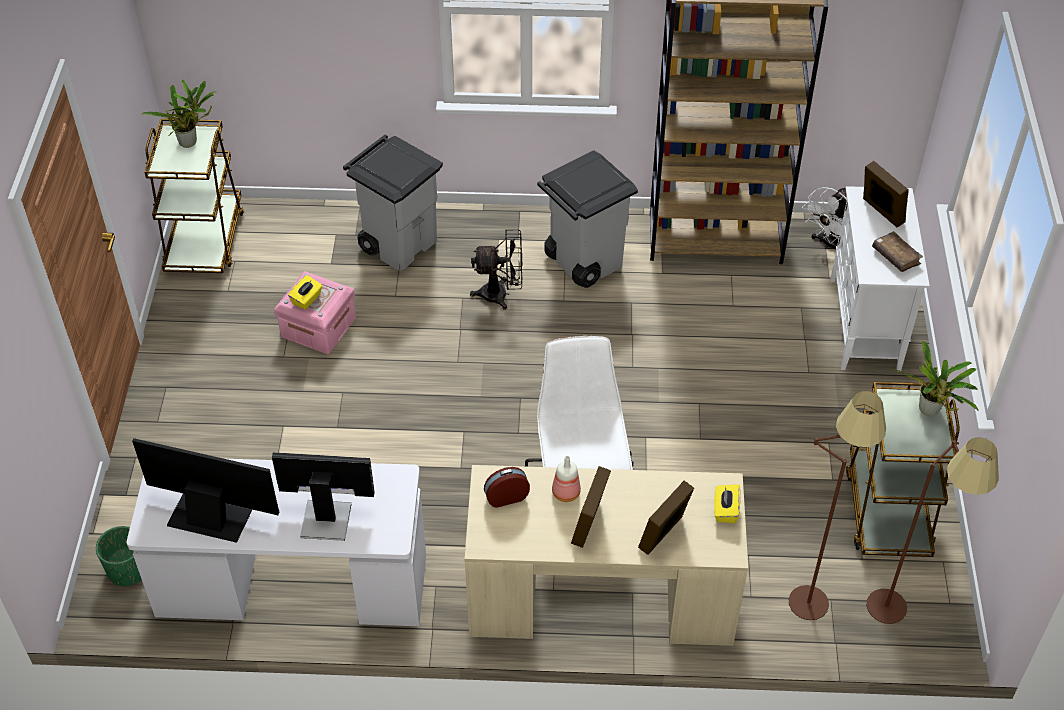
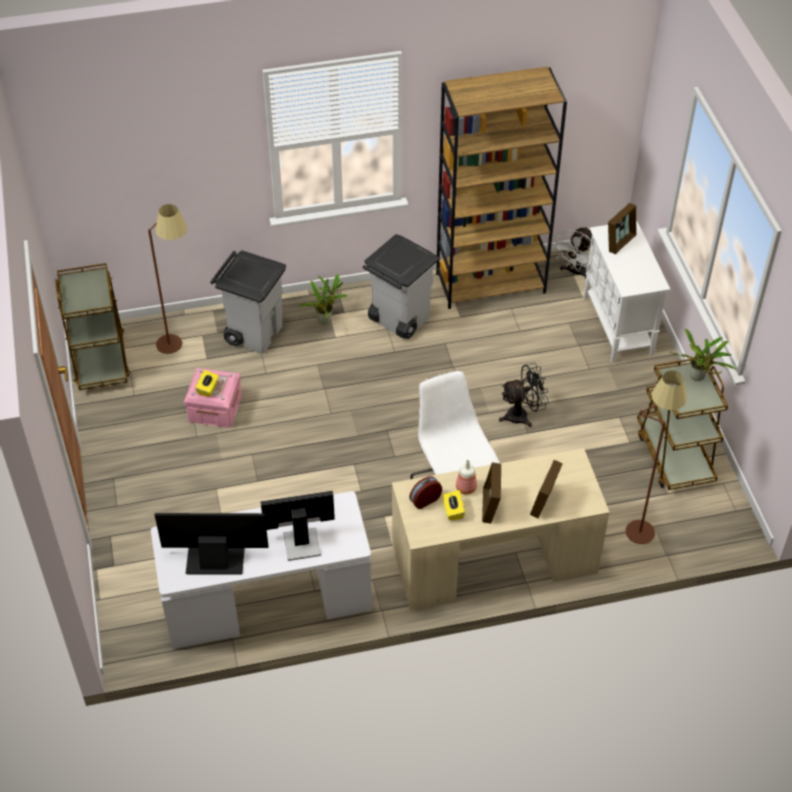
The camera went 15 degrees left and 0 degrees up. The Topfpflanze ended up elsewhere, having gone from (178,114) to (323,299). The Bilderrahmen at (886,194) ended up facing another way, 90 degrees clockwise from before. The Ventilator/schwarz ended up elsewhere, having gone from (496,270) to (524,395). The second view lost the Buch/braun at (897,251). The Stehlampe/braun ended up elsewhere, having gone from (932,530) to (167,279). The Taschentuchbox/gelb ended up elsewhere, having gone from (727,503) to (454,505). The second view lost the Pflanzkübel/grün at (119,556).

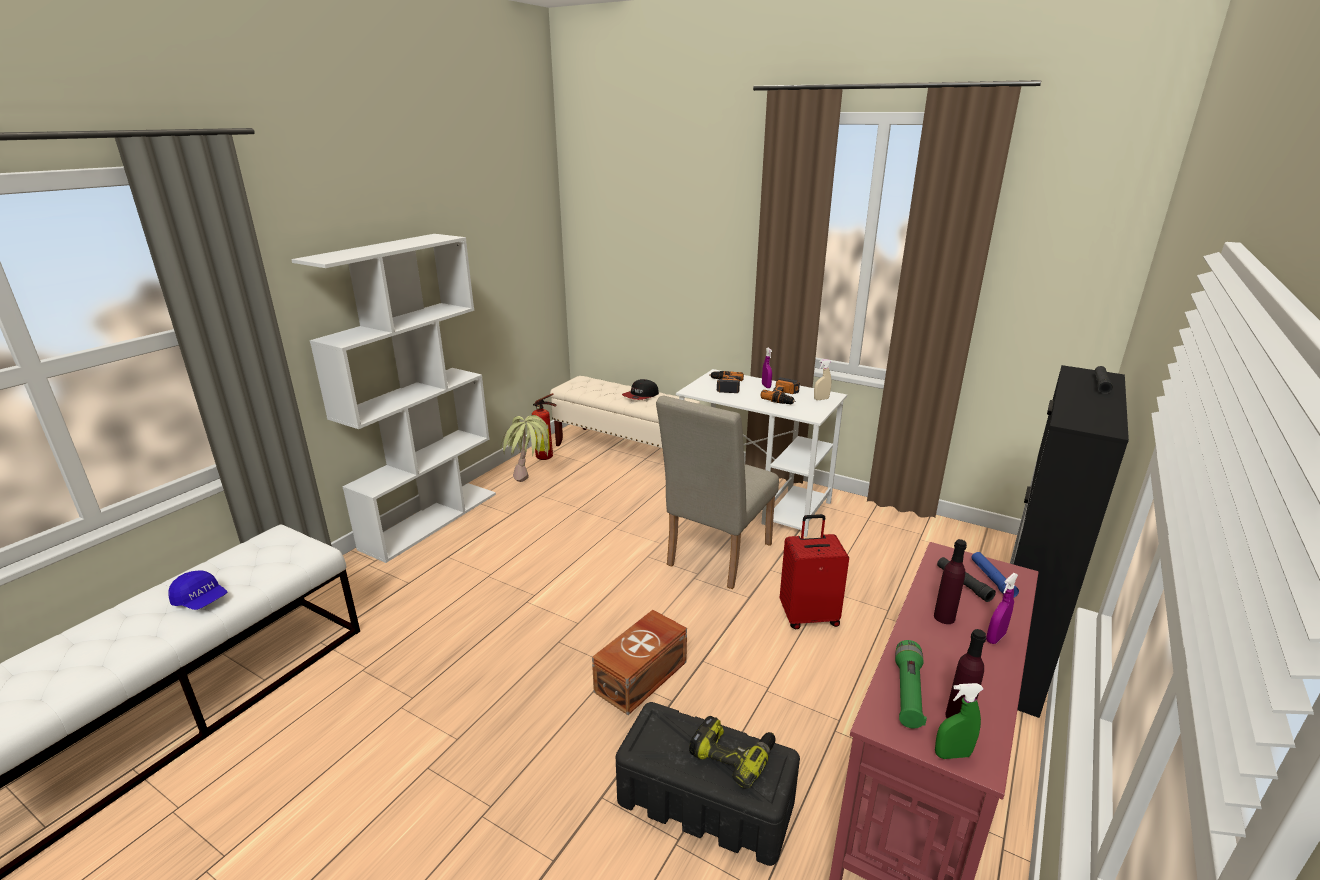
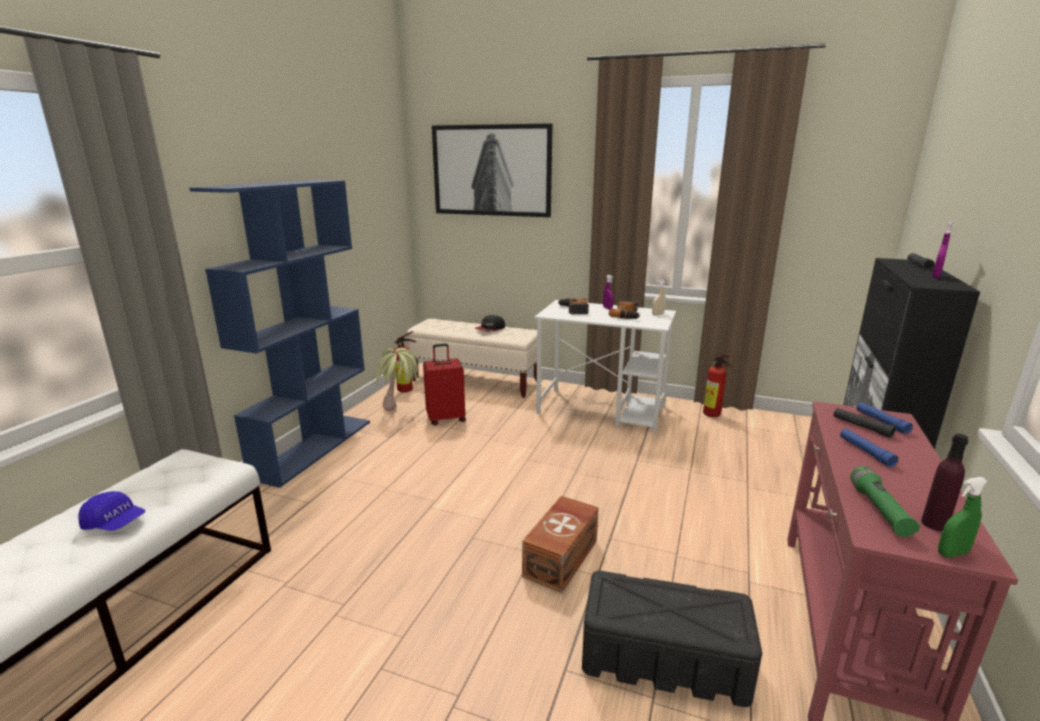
The camera went 10 degrees left and 5 degrees down. What was the Bücherregal/weiß at (393,398) turned into the Bücherregal/blau at (279,334). The second view lost the Stuhl/beige at (717,492). The Koffer/rot ended up elsewhere, having gone from (814,571) to (444,385). Where the Flasche/lila stood at (950,581), the Taschenlampe/blau came to stand at (869,448). The Sprühflasche/lila ended up elsewhere, having gone from (1002,608) to (942,249). The second view lost the Bohrmaschine at (732,752). The second view gained the Bild at (492,170). The second view gained the Feuerlöscher at (717,385).

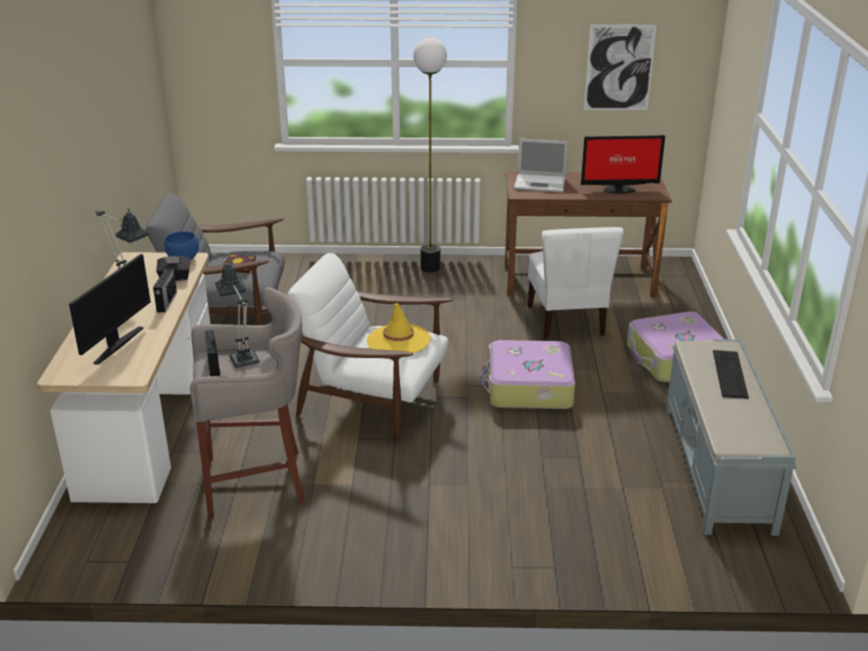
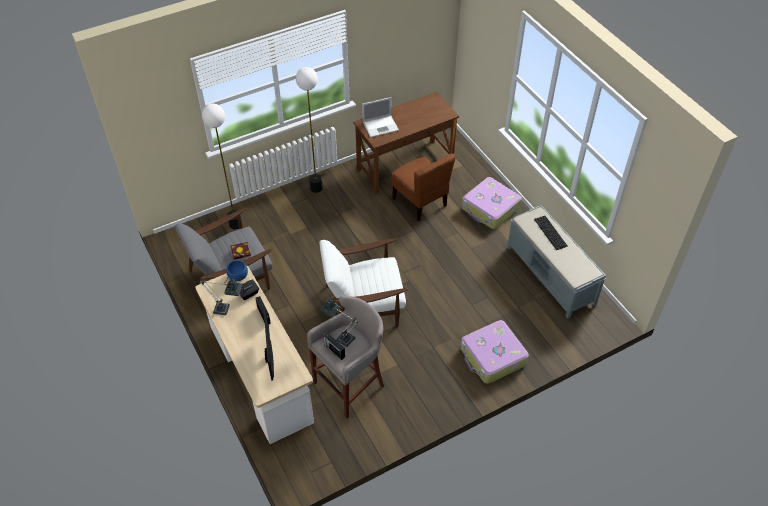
The camera went 30 degrees left and 20 degrees up. The second view lost the Bild at (620,67). The second view lost the Monitor at (623,164). What was the Stuhl/weiß at (576,283) turned into the Stuhl/braun at (423,187). The second view lost the Hut/gelb at (399,328). The Koffer ended up elsewhere, having gone from (527,374) to (495,352). The second view gained the Stehlampe at (222,166).

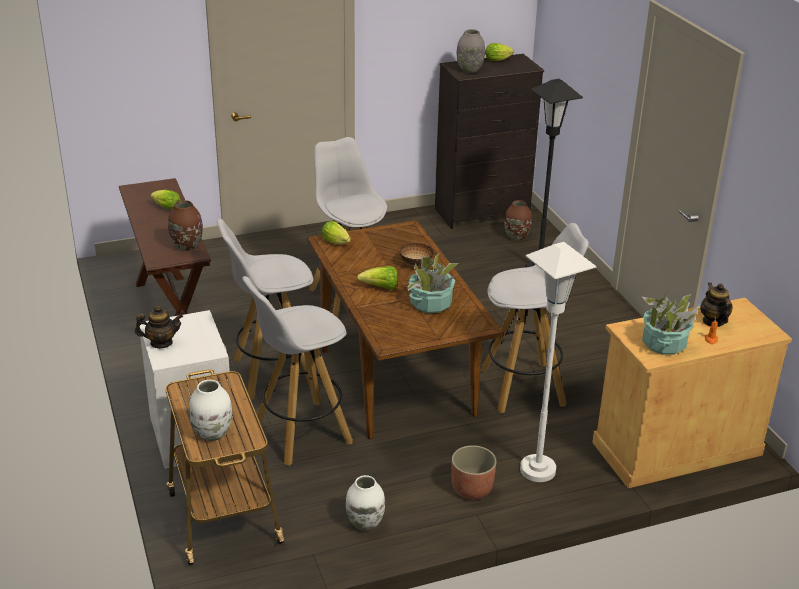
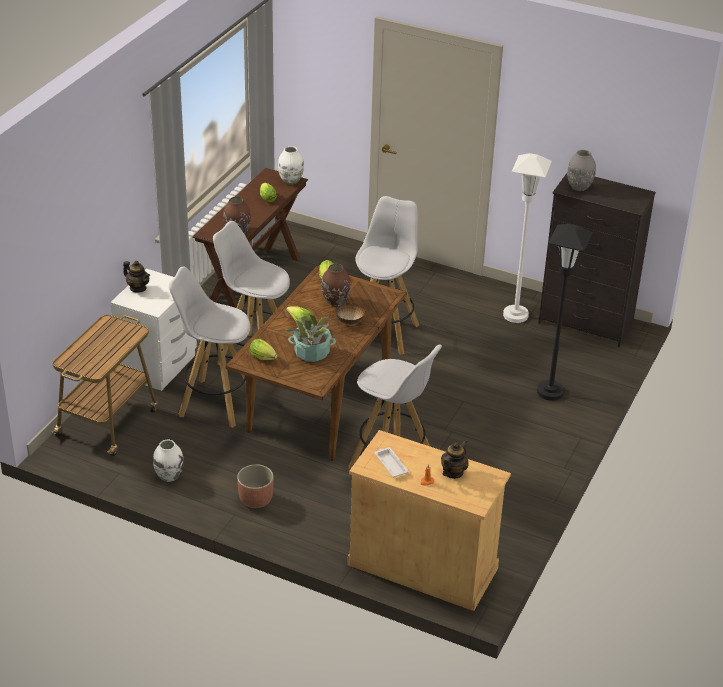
The camera went 45 degrees right and 5 degrees up. The Salatkopf ended up elsewhere, having gone from (499,52) to (263,349). The Vase/braun ended up elsewhere, having gone from (518,220) to (335,285). The Stehlampe/weiß ended up elsewhere, having gone from (558,362) to (527,238). Where the Topfpflanze stood at (670,323), the Tablett/weiß came to stand at (391,462). The Vase/weiß ended up elsewhere, having gone from (210,410) to (291,165).

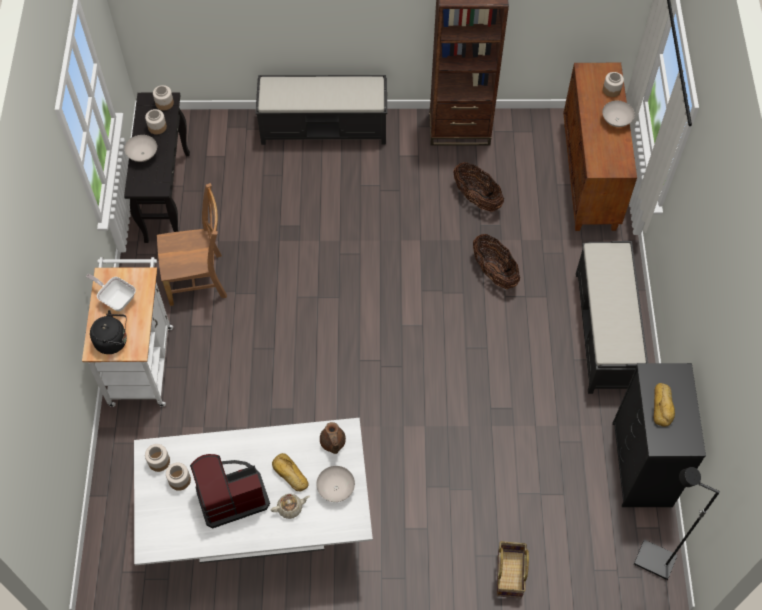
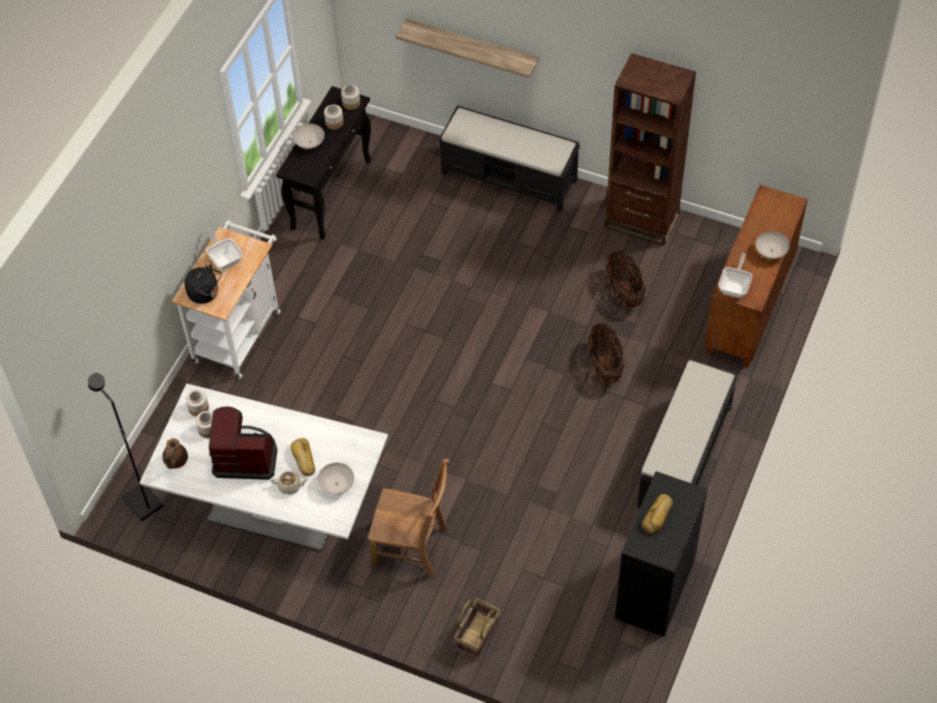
The camera went 25 degrees right and 5 degrees down. The second view lost the Vorratsglas at (613,84). The Stuhl/braun ended up elsewhere, having gone from (192,244) to (408,518). The Teekanne/braun ended up elsewhere, having gone from (333,438) to (175,453). The Stehlampe/schwarz ended up elsewhere, having gone from (677,523) to (125,447). The second view gained the Wandregal at (467,48). The second view gained the Pfanne at (735,275).

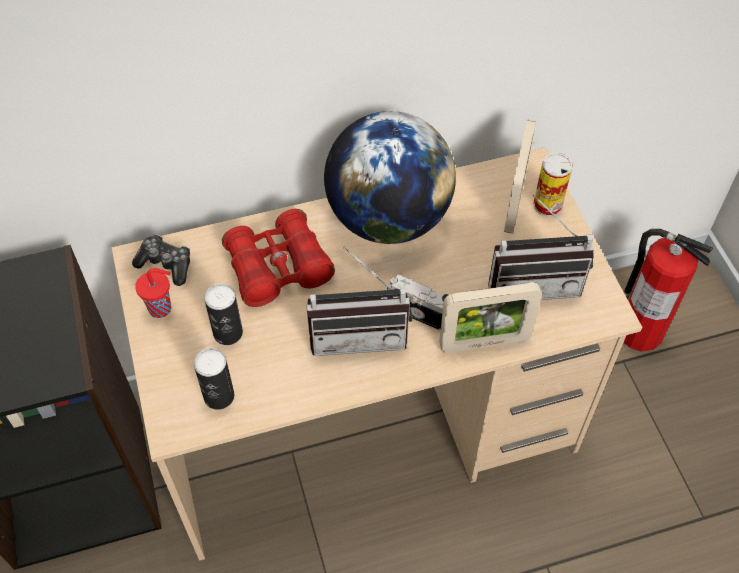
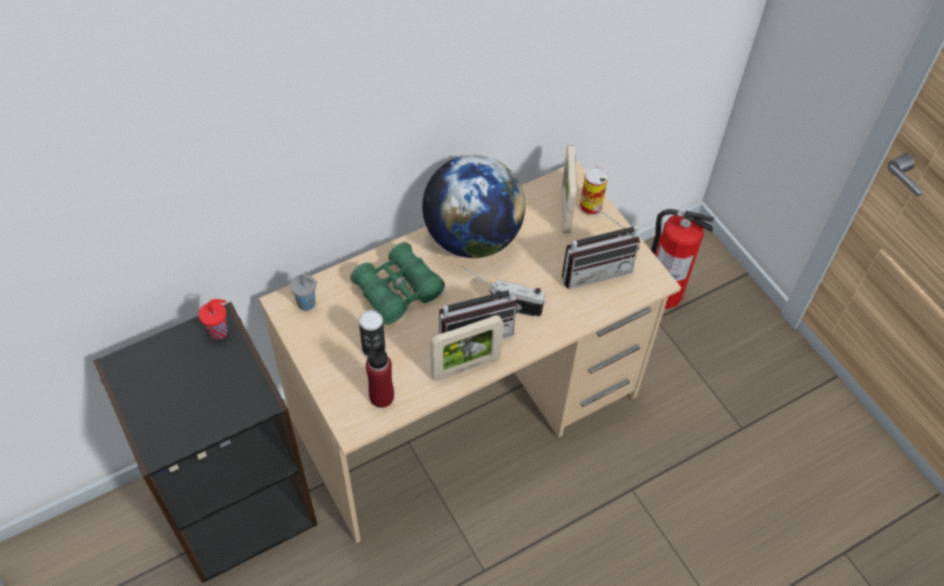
The camera went 15 degrees left and 0 degrees up. What was the Fernglas/rot at (278,258) turned into the Fernglas/grün at (397,283). Where the Gamepad stood at (161,260), the Tasse/grau came to stand at (303,292). The Tasse/rot ended up elsewhere, having gone from (153,293) to (213,319). The Bilderrahmen ended up elsewhere, having gone from (490,317) to (467,347). Where the Dose stood at (214,379), the Flasche/rot came to stand at (380,376).

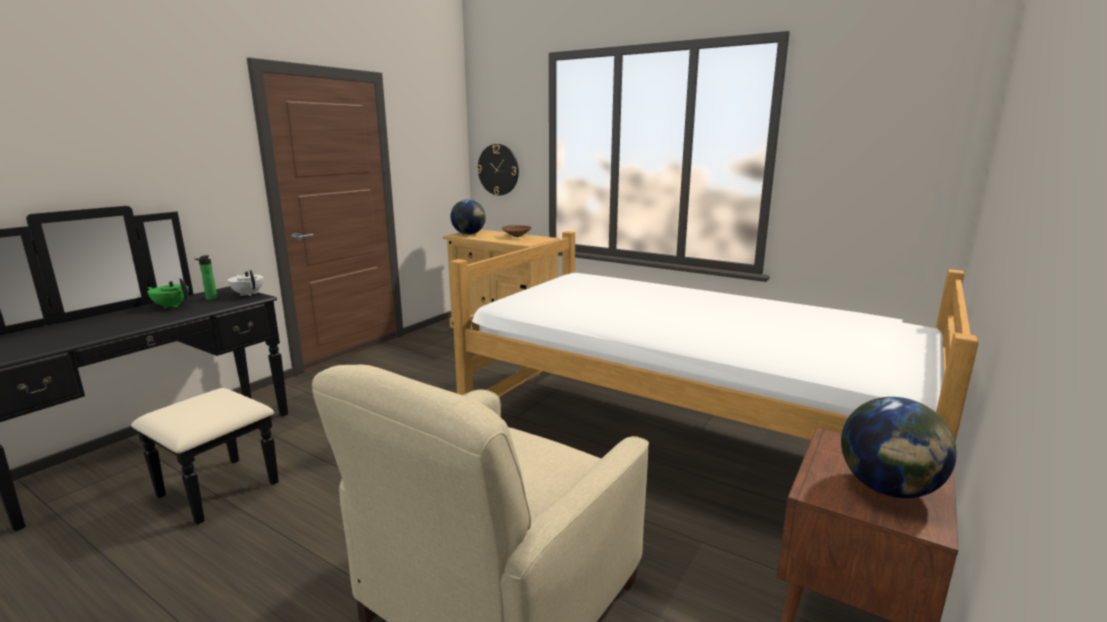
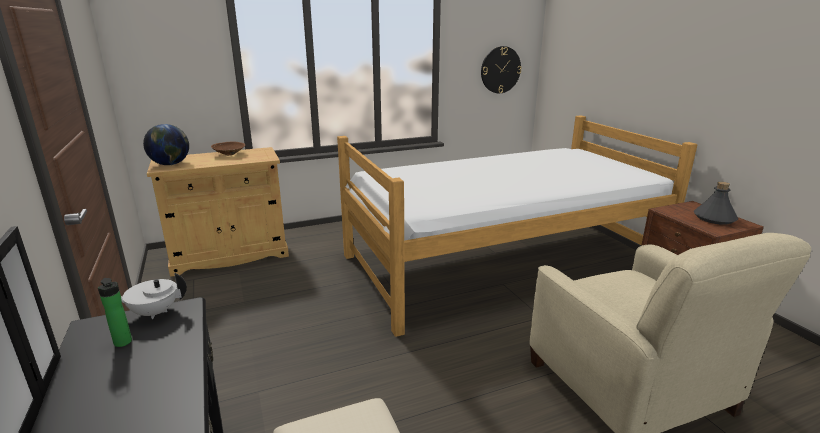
The camera went 55 degrees left and 5 degrees up. The Wanduhr ended up elsewhere, having gone from (498,170) to (501,69). The second view lost the Teekanne/grün at (168,293). Where the Globus stood at (899,447), the Flasche/grau came to stand at (716,203).

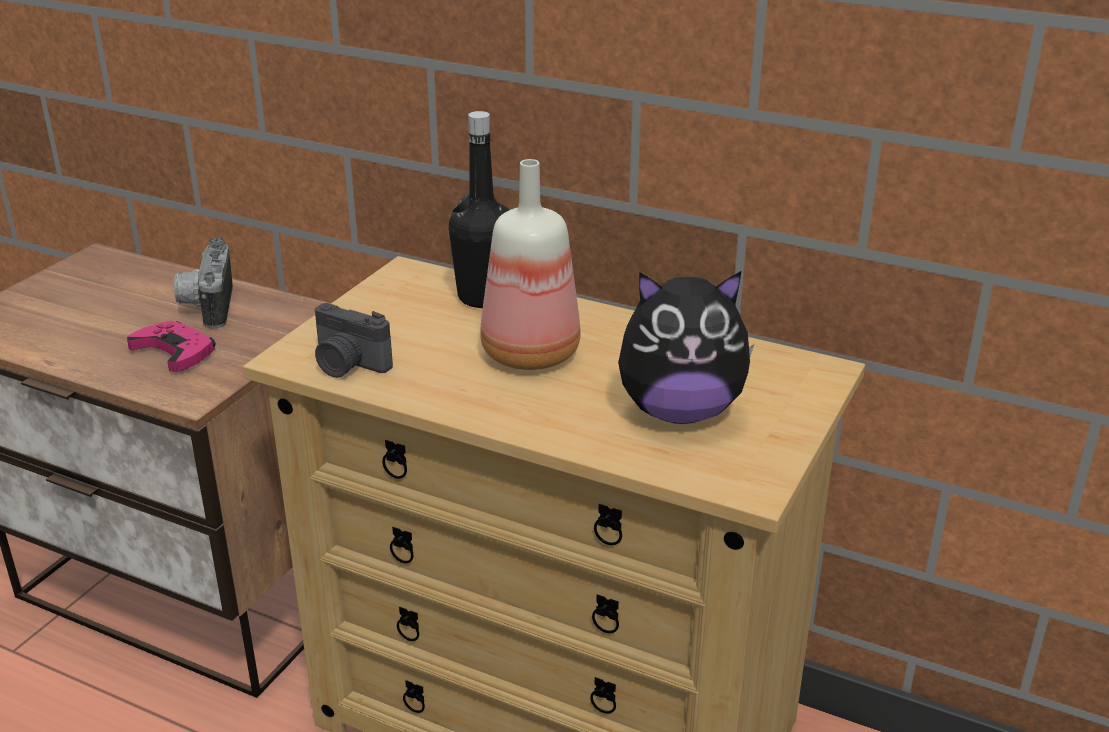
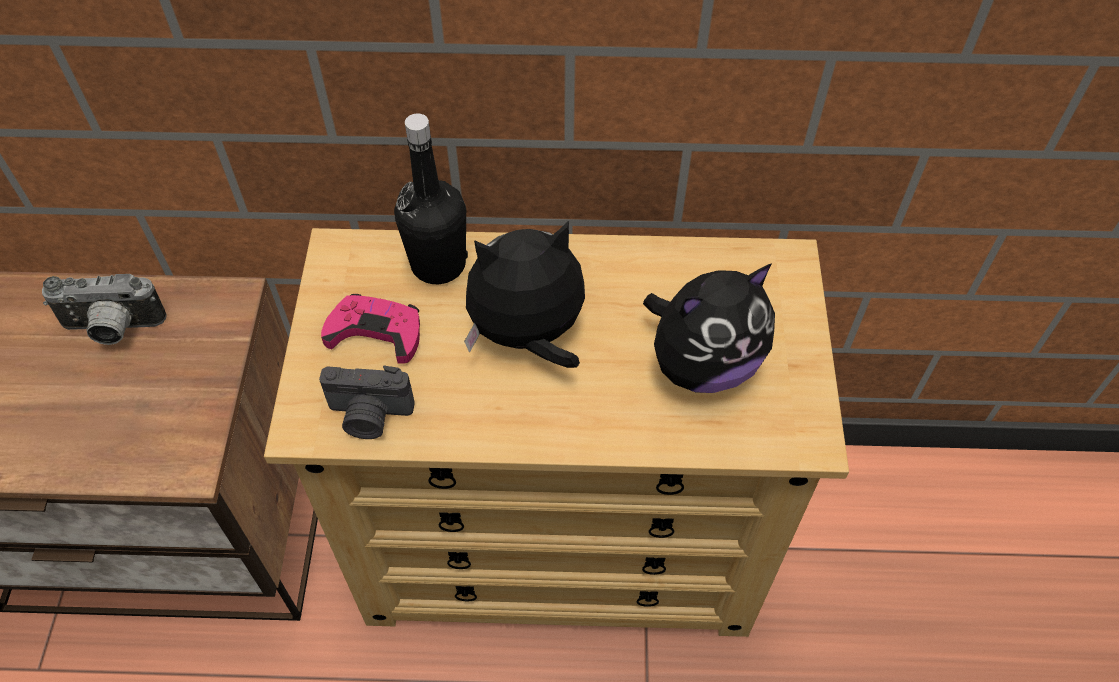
The camera went 25 degrees left and 25 degrees up. Where the Flasche stood at (530,264), the Plüschtier came to stand at (524,294). The Kamera at (203,283) ended up facing another way, 60 degrees counterclockwise from before. The Gamepad/rosa ended up elsewhere, having gone from (171,346) to (370,329).

